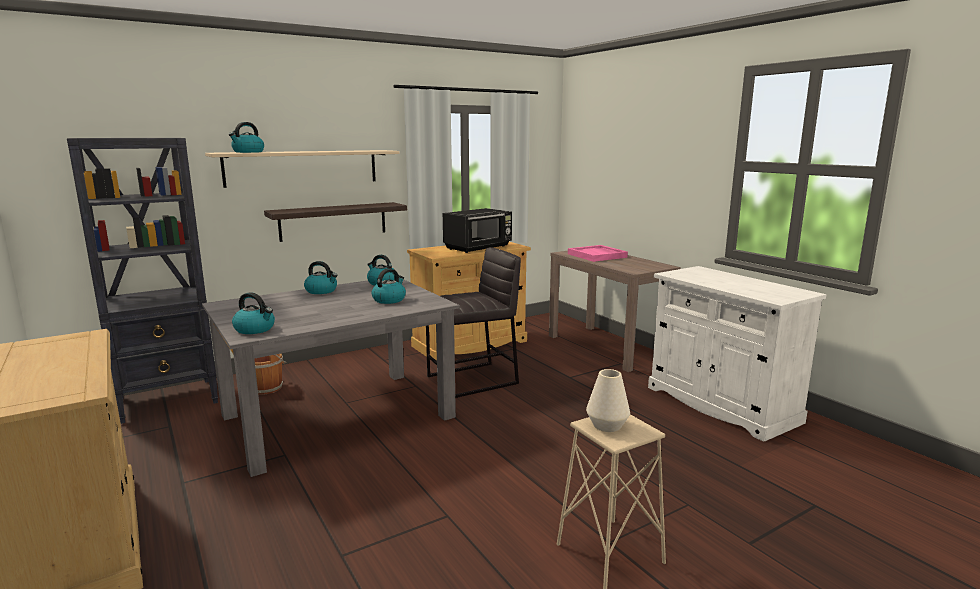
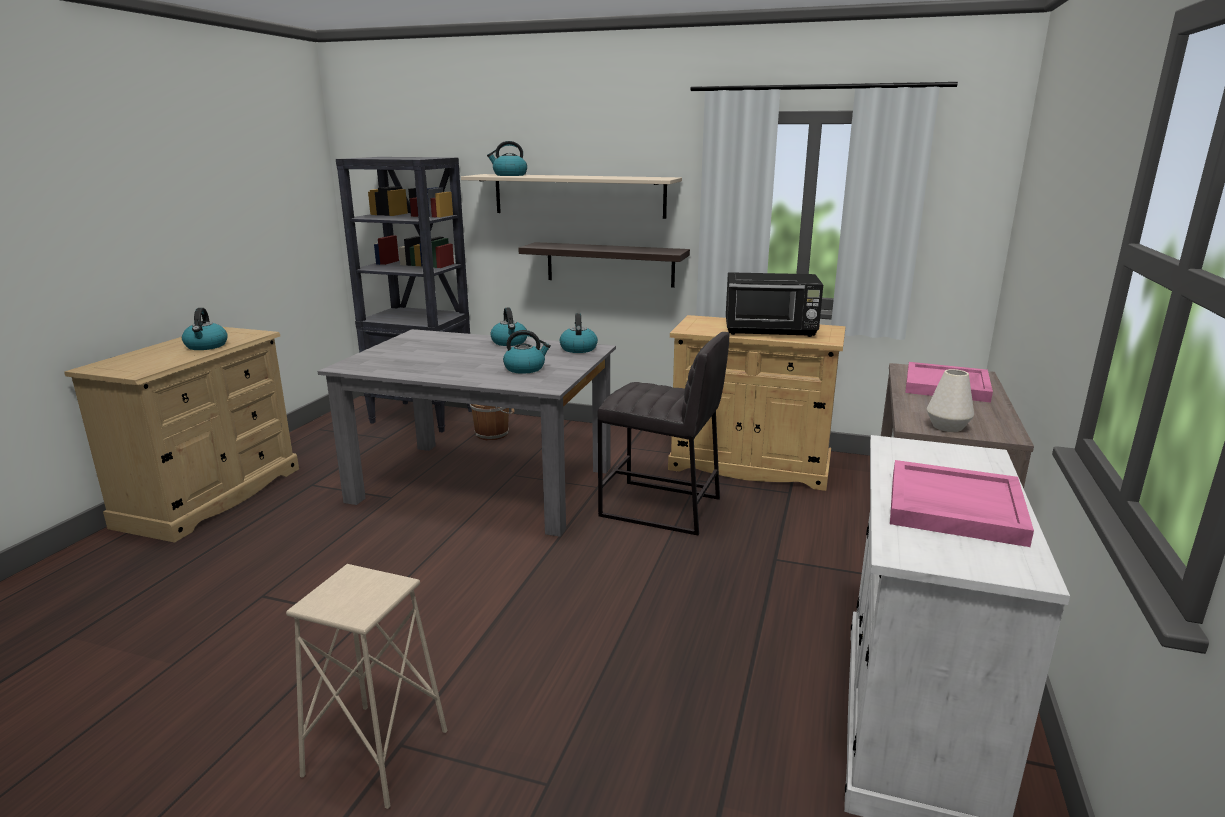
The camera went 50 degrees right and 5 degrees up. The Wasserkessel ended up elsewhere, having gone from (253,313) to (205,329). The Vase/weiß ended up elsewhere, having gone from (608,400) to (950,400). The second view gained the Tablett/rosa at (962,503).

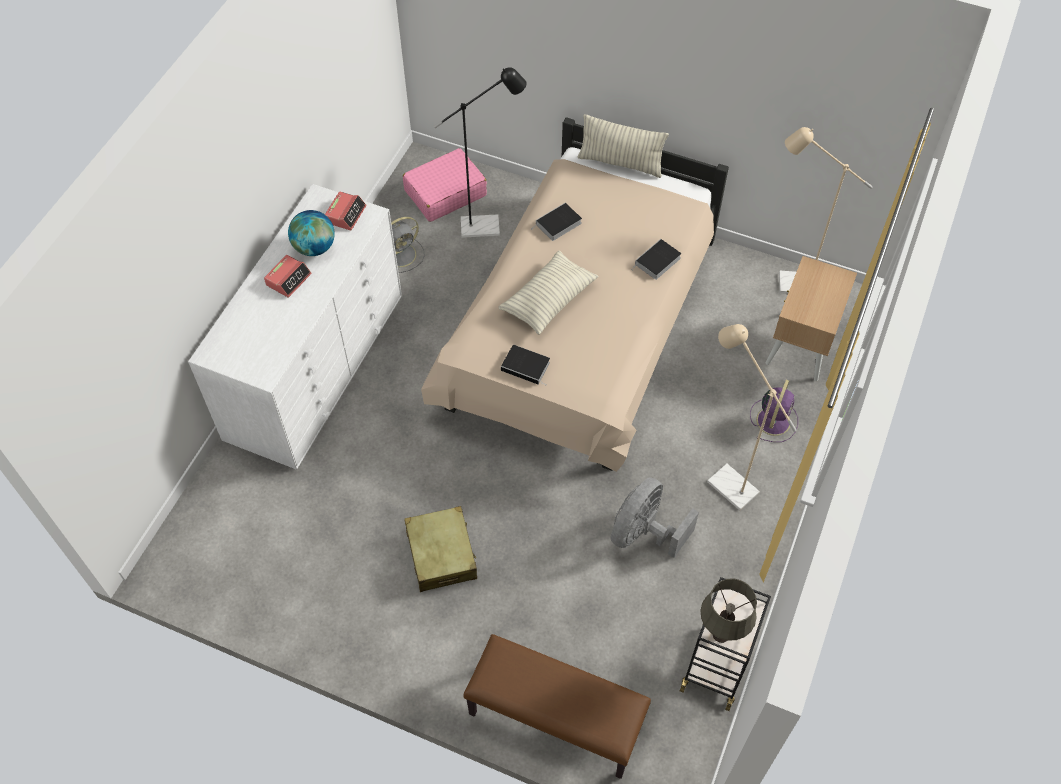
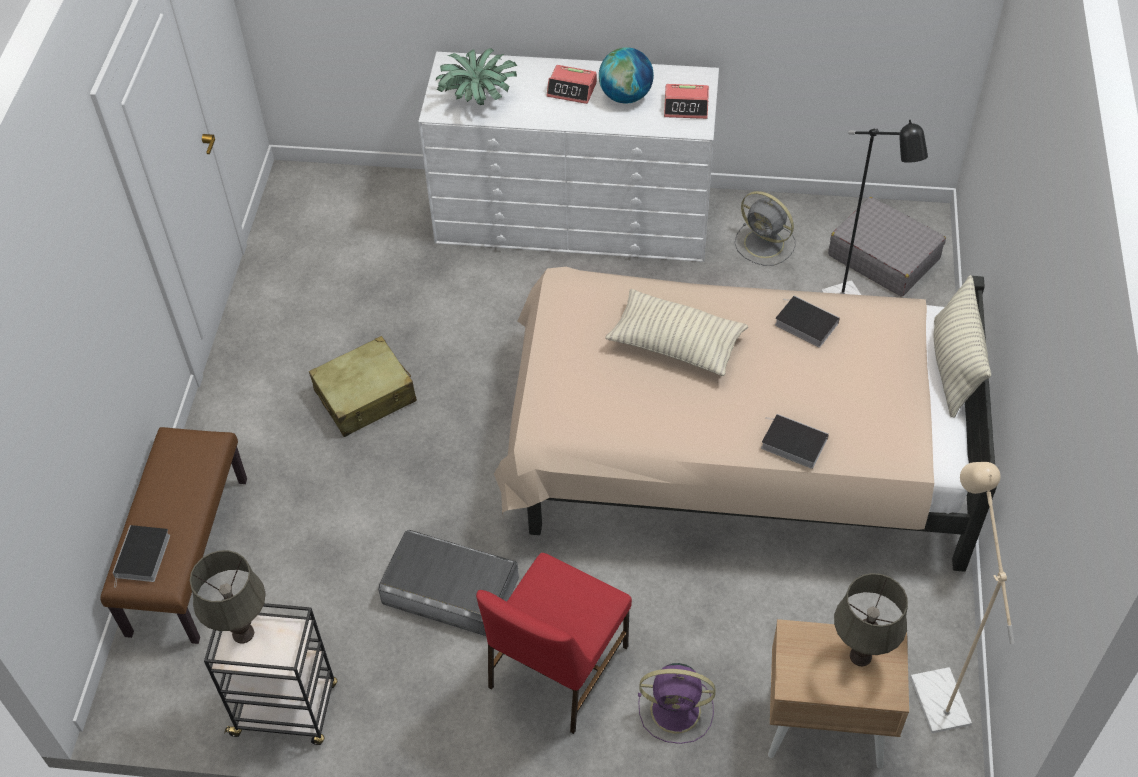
The camera went 75 degrees right and 5 degrees down. What was the Koffer/rosa at (445,185) turned into the Koffer/grau at (887,246). Where the Stehlampe/beige stood at (751,417), the Stuhl/rot came to stand at (554,643). The Buch ended up elsewhere, having gone from (525,365) to (141,556). Where the Ventilator/grau stood at (654,517), the Aufbewahrungsbox/grau came to stand at (448,583). The second view gained the Topfpflanze at (476,76). The second view gained the Tischlampe/grau at (871,619).

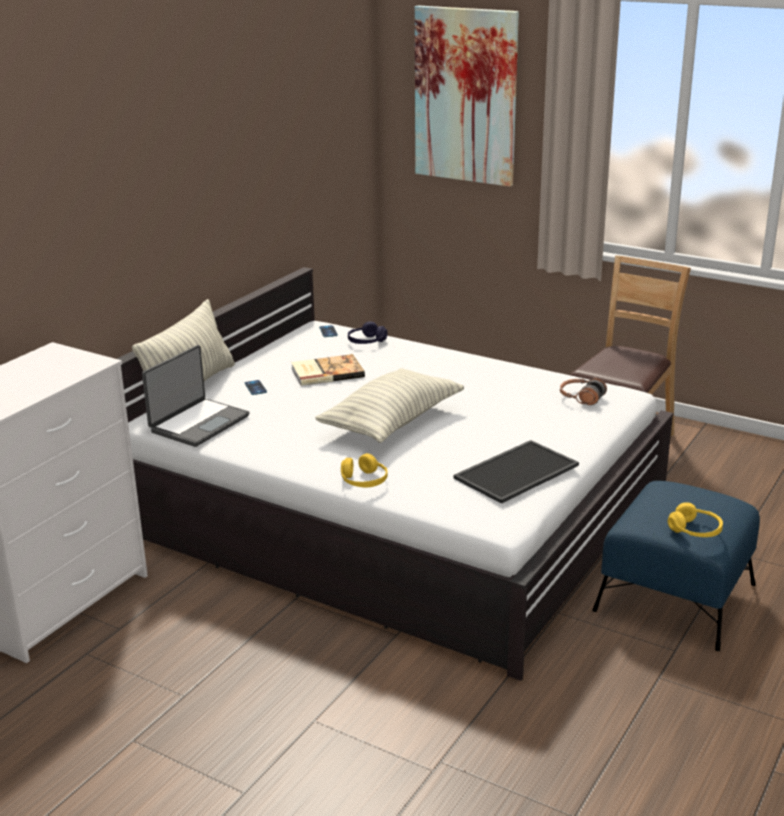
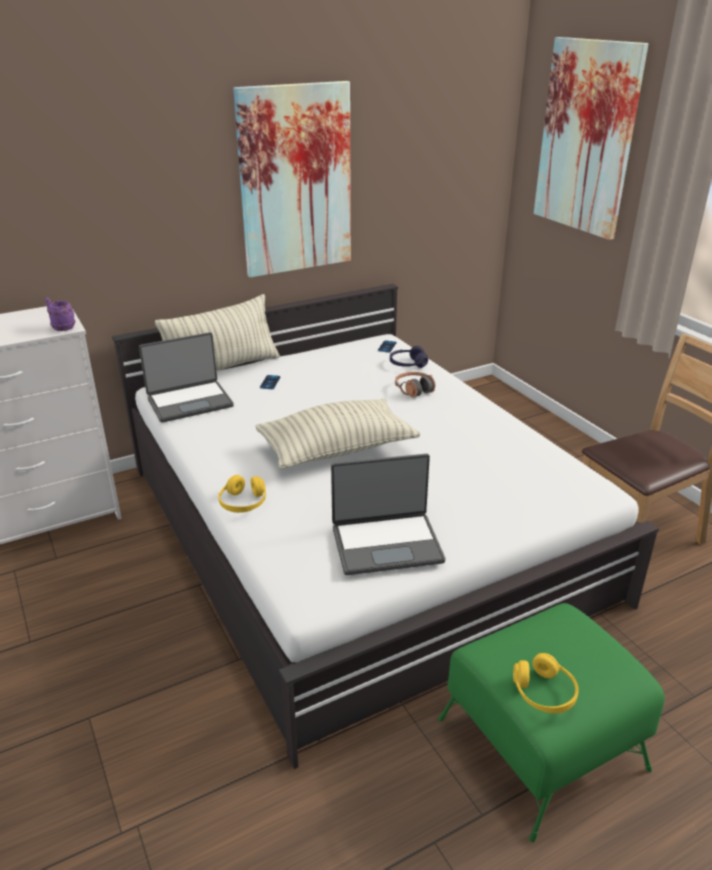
The camera went 30 degrees right and 5 degrees up. The second view lost the Buch at (328,370). The Kopfhörer ended up elsewhere, having gone from (583,391) to (415,385). Where the Tablett stood at (516,472), the Laptop came to stand at (388,514). What was the Polsterhocker/blau at (676,566) turned into the Polsterhocker/grün at (551,723). The second view gained the Bild at (292,179). The second view gained the Henkelbecher/lila at (60,314).

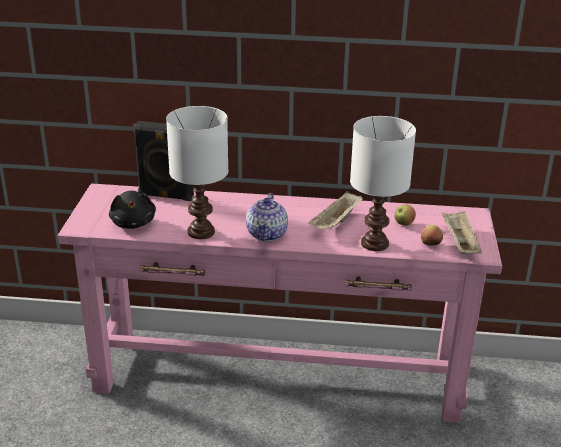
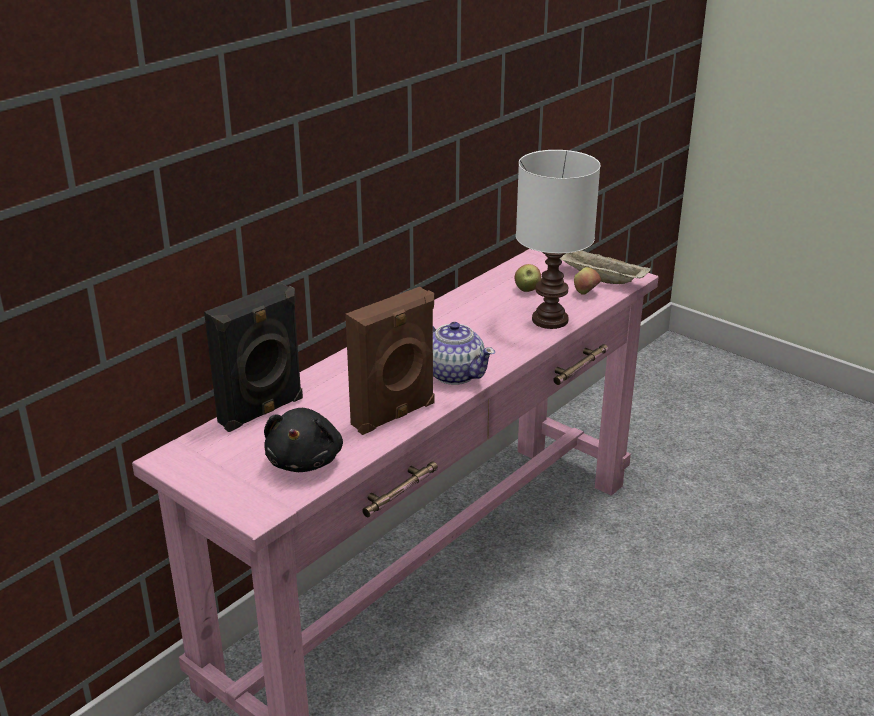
The camera went 55 degrees left and 0 degrees up. Where the Tischlampe/weiß stood at (197,172), the Lautsprecher/braun came to stand at (389,361). The Plüschtier/schwarz at (132,210) ended up facing another way, 75 degrees clockwise from before. The second view lost the Tablett/beige at (336,210).

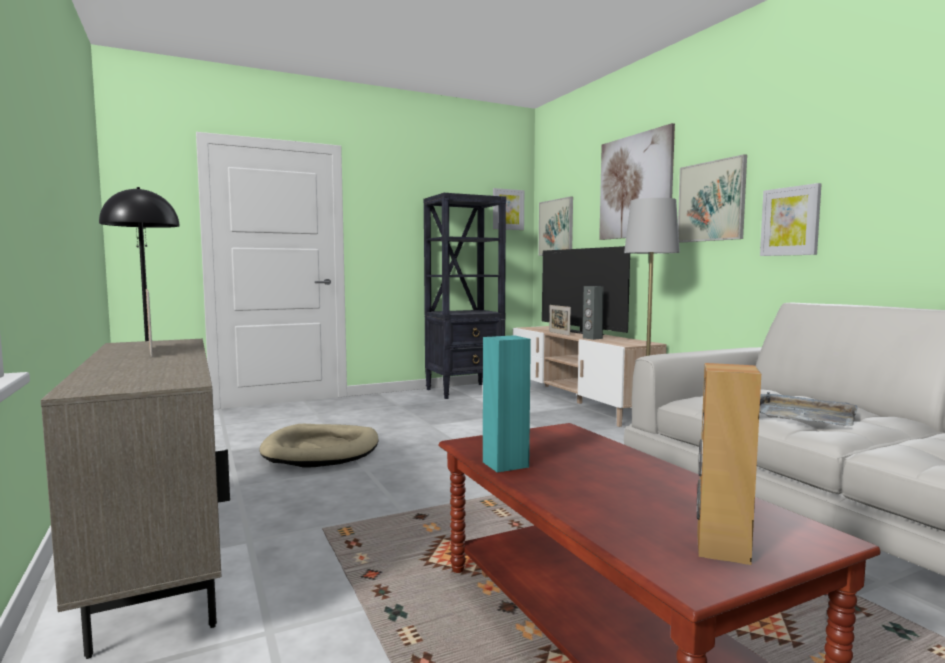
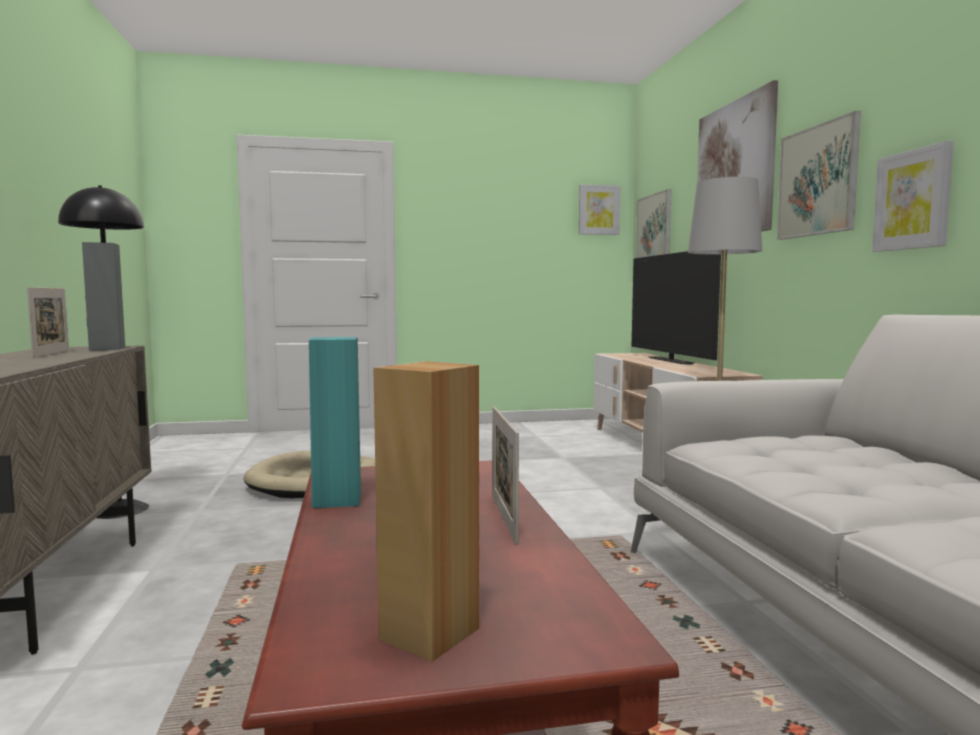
The camera went 15 degrees right and 0 degrees up. The second view lost the Bücherregal/schwarz at (465,296). The Lautsprecher/grau ended up elsewhere, having gone from (593,313) to (103,296). The Bilderrahmen ended up elsewhere, having gone from (560,320) to (506,475). The second view lost the Tablett/grau at (808,409).

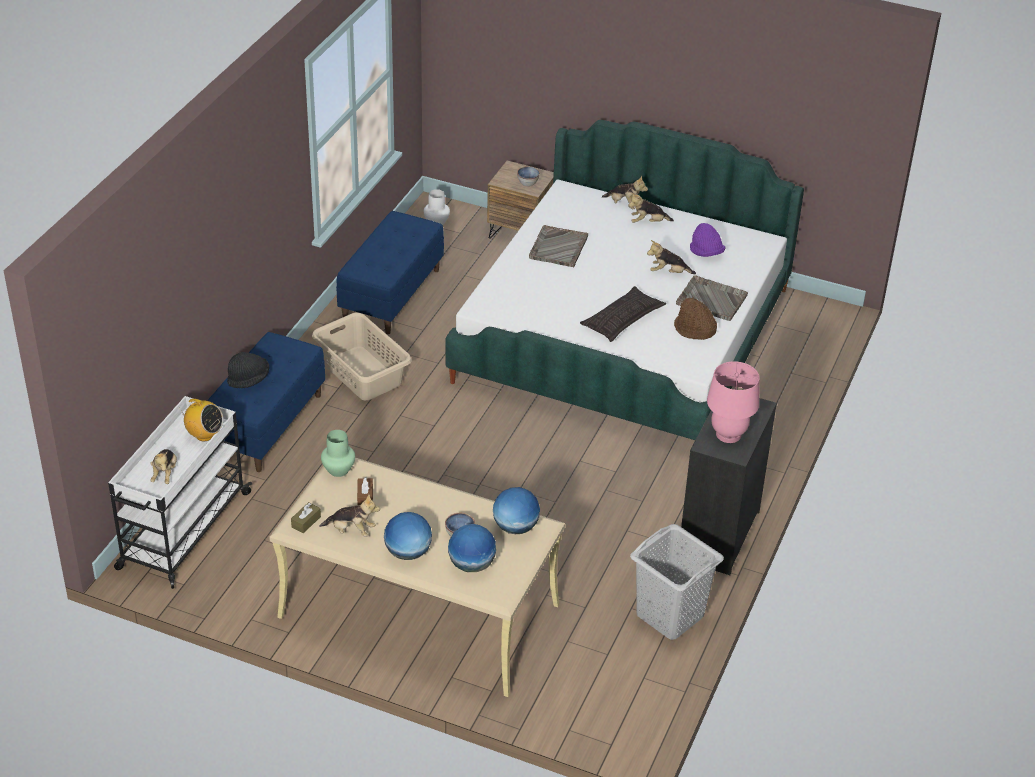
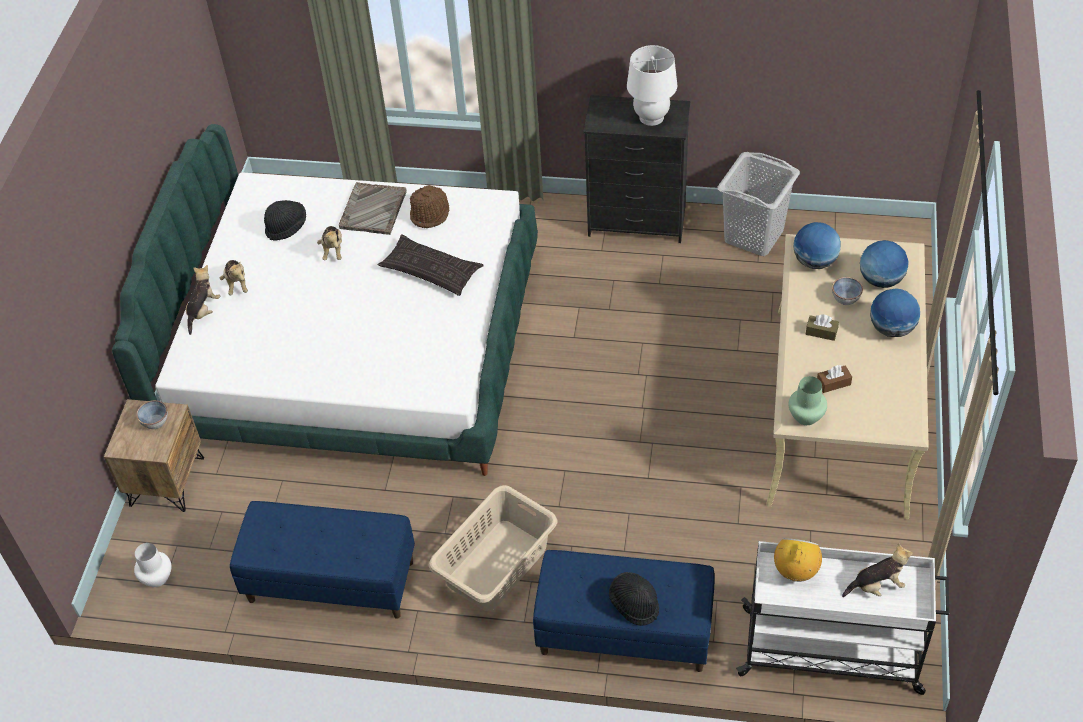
The camera went 100 degrees left and 10 degrees up. What was the Hut/lila at (708,240) turned into the Hut/schwarz at (285,220). The second view lost the Tablett/grau at (558,246). What was the Tischlampe/rosa at (733,402) turned into the Tischlampe/weiß at (652,85). The second view lost the Plüschtier at (349,515). The Taschentuchbox/braun ended up elsewhere, having gone from (306,517) to (822,327).

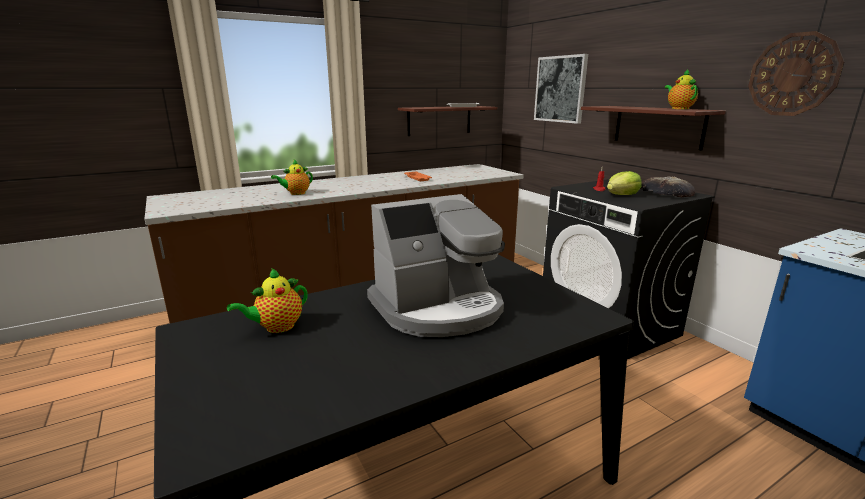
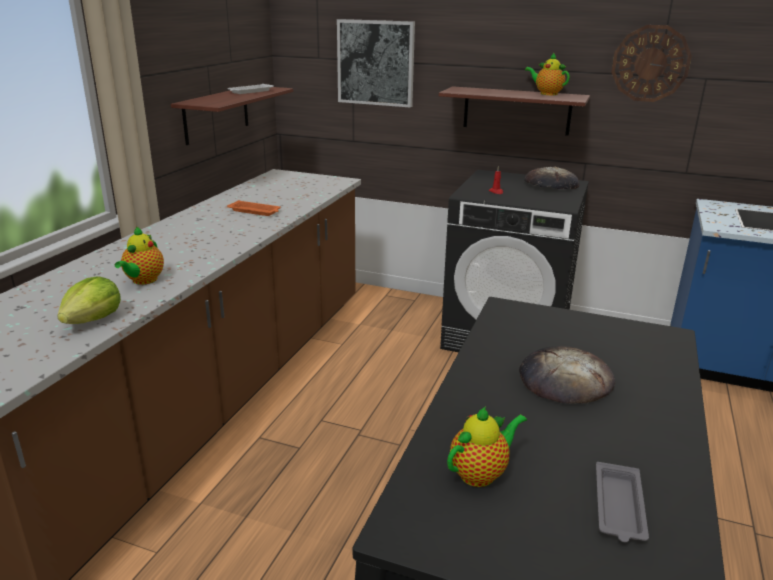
The camera went 40 degrees left and 5 degrees up. The Salatkopf ended up elsewhere, having gone from (624,183) to (89,300). Where the Kaffeemaschine stood at (436,265), the Brot came to stand at (567,375). The Teekanne at (267,300) ended up facing another way, 135 degrees counterclockwise from before. The second view gained the Tablett/grau at (622,502).

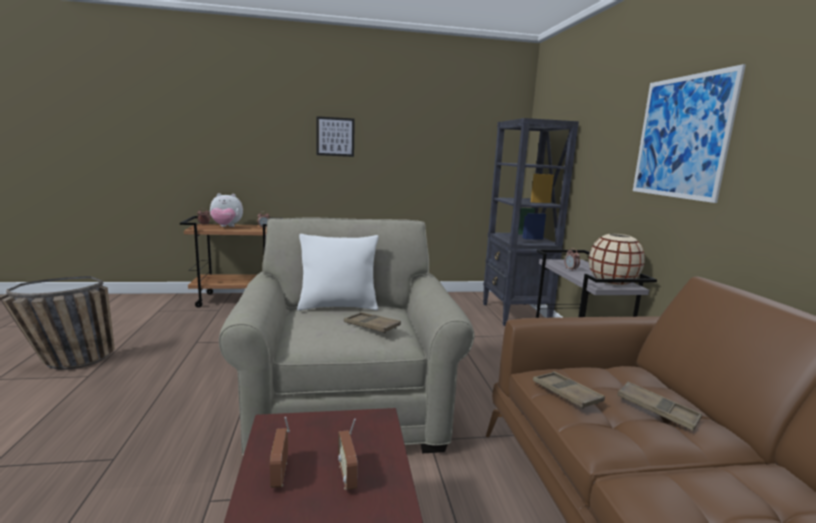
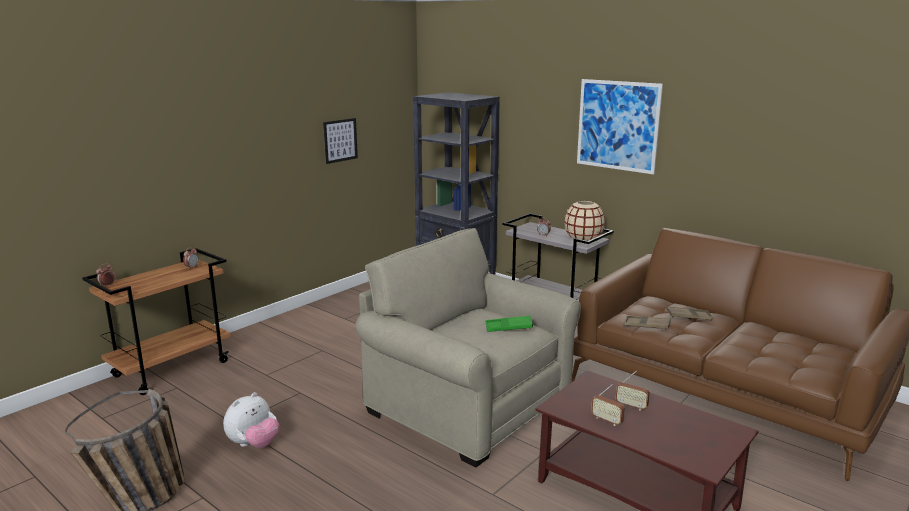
The camera went 40 degrees left and 5 degrees up. The Bild ended up elsewhere, having gone from (335,136) to (340,141). The Plüschtier ended up elsewhere, having gone from (226,210) to (251,420). The second view lost the Kissen/weiß at (338,272). What was the Tablett/braun at (372,322) turned into the Tablett/grün at (509,324).

